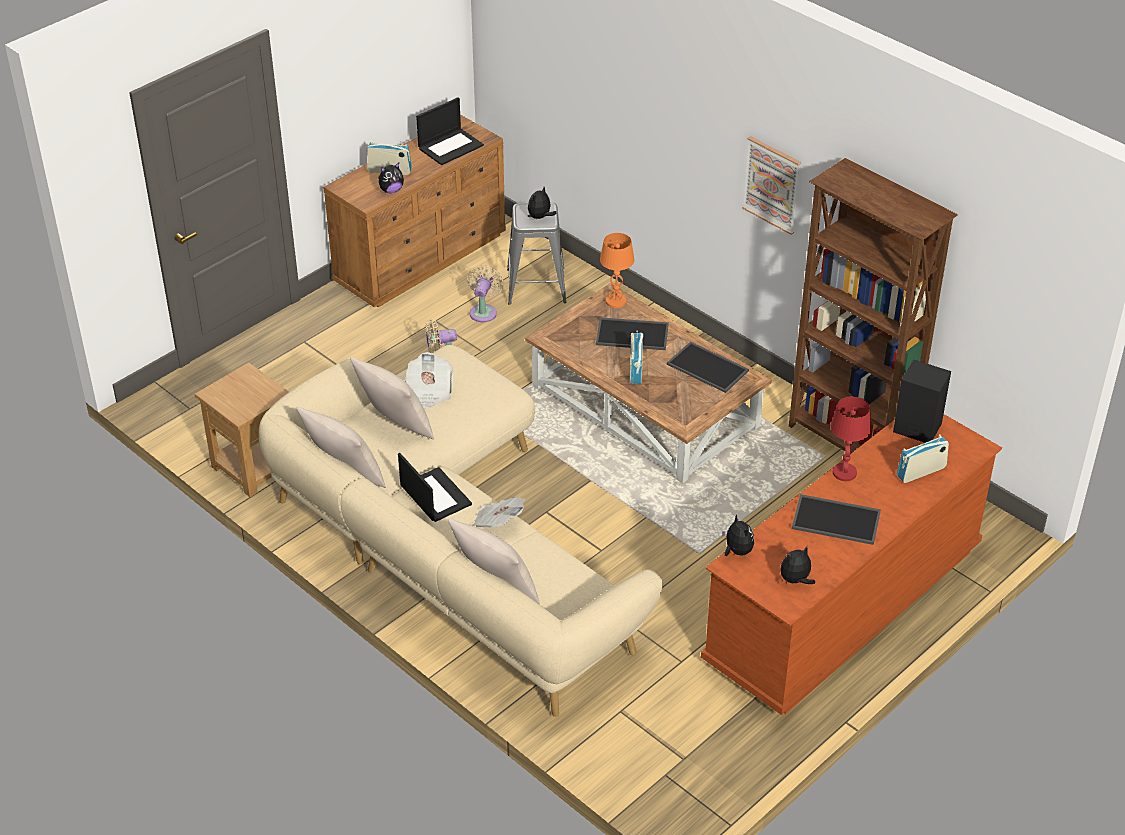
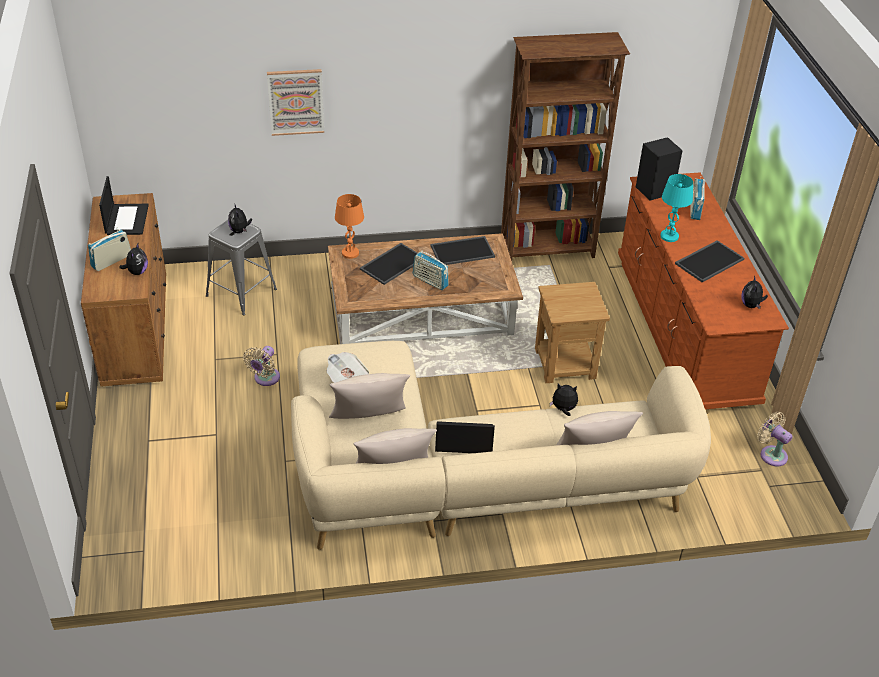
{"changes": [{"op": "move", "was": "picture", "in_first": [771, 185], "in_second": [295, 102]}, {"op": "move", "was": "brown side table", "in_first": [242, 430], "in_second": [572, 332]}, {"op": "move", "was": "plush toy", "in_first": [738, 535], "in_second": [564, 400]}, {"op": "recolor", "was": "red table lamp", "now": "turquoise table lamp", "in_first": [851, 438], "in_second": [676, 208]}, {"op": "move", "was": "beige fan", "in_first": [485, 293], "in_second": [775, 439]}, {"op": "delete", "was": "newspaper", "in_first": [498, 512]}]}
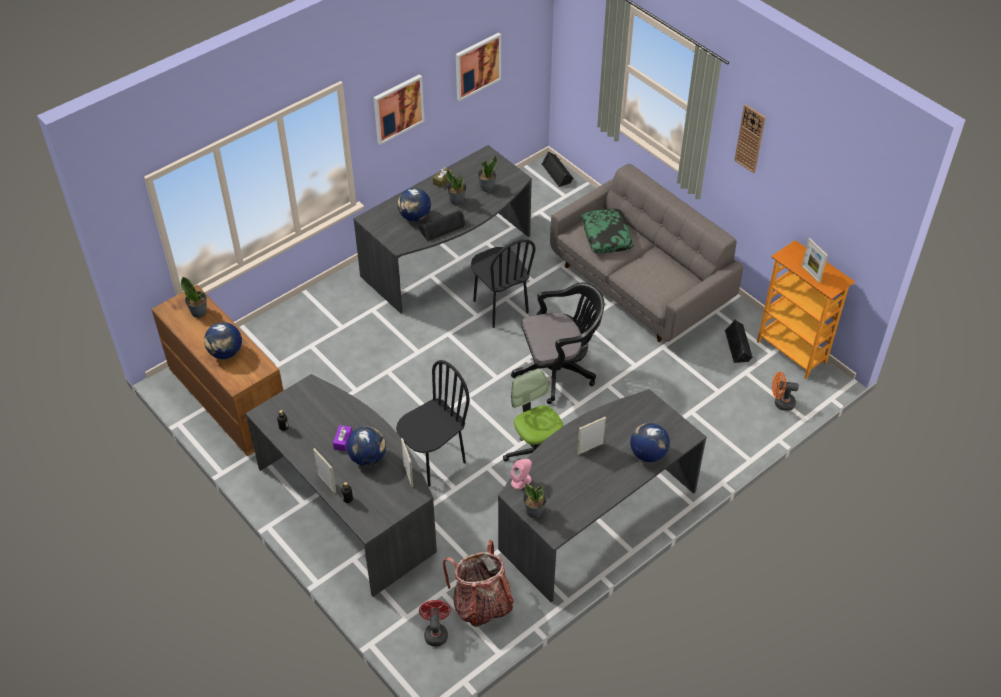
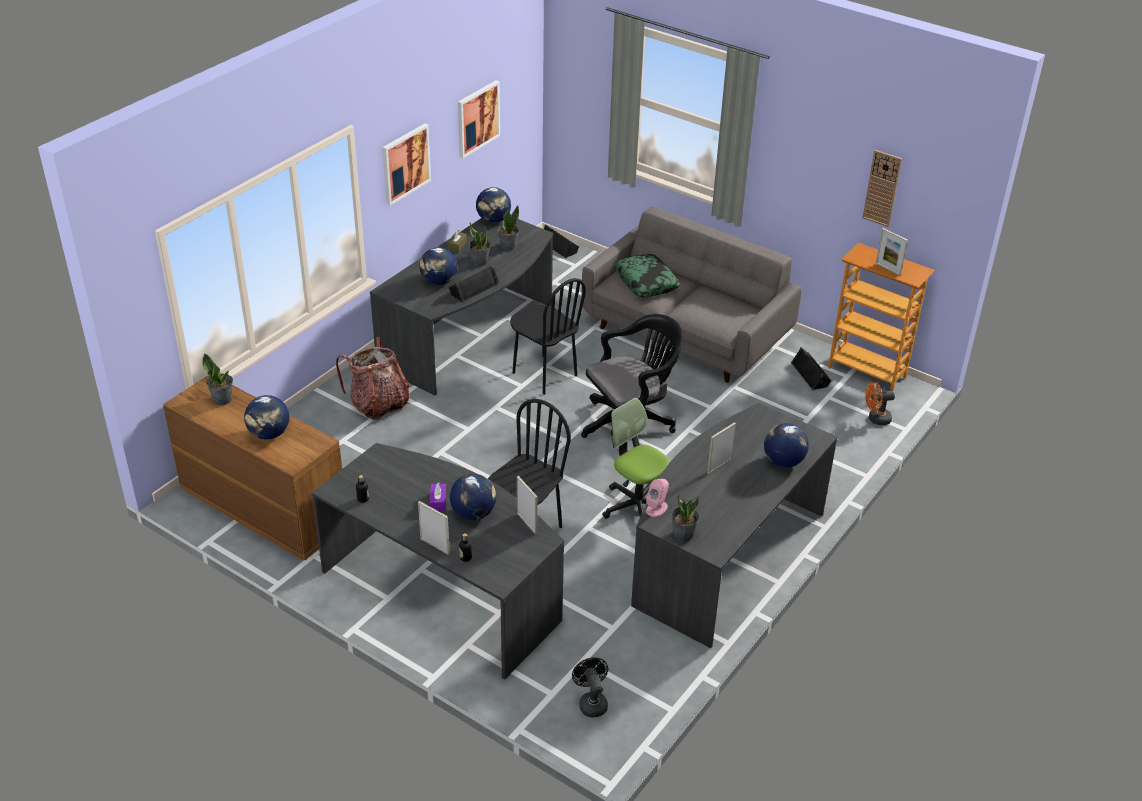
{"changes": [{"op": "move", "was": "backpack", "in_first": [478, 583], "in_second": [372, 378]}, {"op": "insert", "now": "globe", "in_second": [493, 205]}, {"op": "recolor", "was": "red fan", "now": "black fan", "in_first": [435, 623], "in_second": [590, 687]}, {"op": "move", "was": "wall clock", "in_first": [750, 138], "in_second": [882, 188]}]}
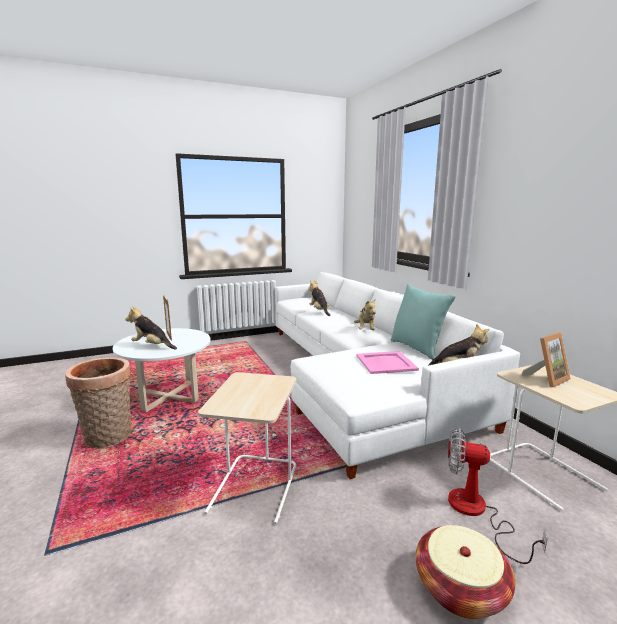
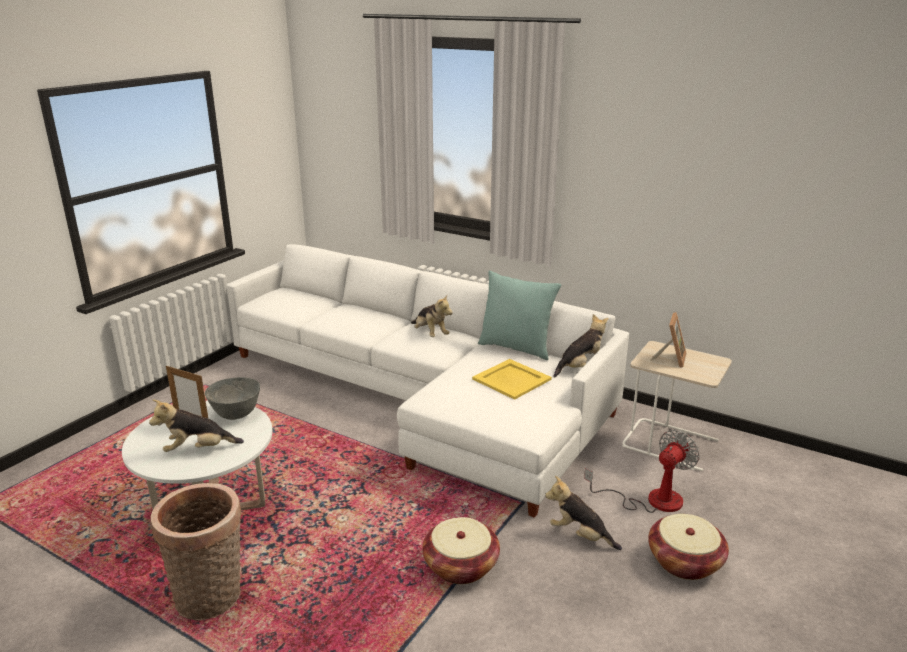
{"changes": [{"op": "insert", "now": "grey bowl", "in_second": [232, 398]}, {"op": "replace", "was": "beige side table", "now": "basket", "in_first": [247, 448], "in_second": [461, 550]}, {"op": "recolor", "was": "pink tray", "now": "yellow tray", "in_first": [387, 362], "in_second": [512, 379]}, {"op": "move", "was": "plush toy", "in_first": [319, 298], "in_second": [583, 513]}, {"op": "rotate", "was": "fan", "in_first": [498, 496], "in_second": [642, 471], "clockwise": 150}]}
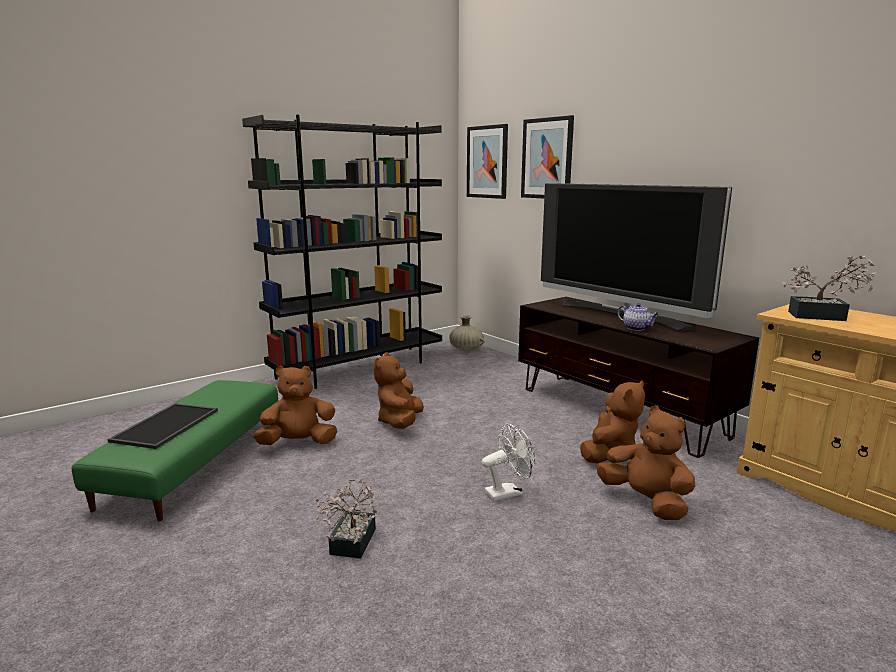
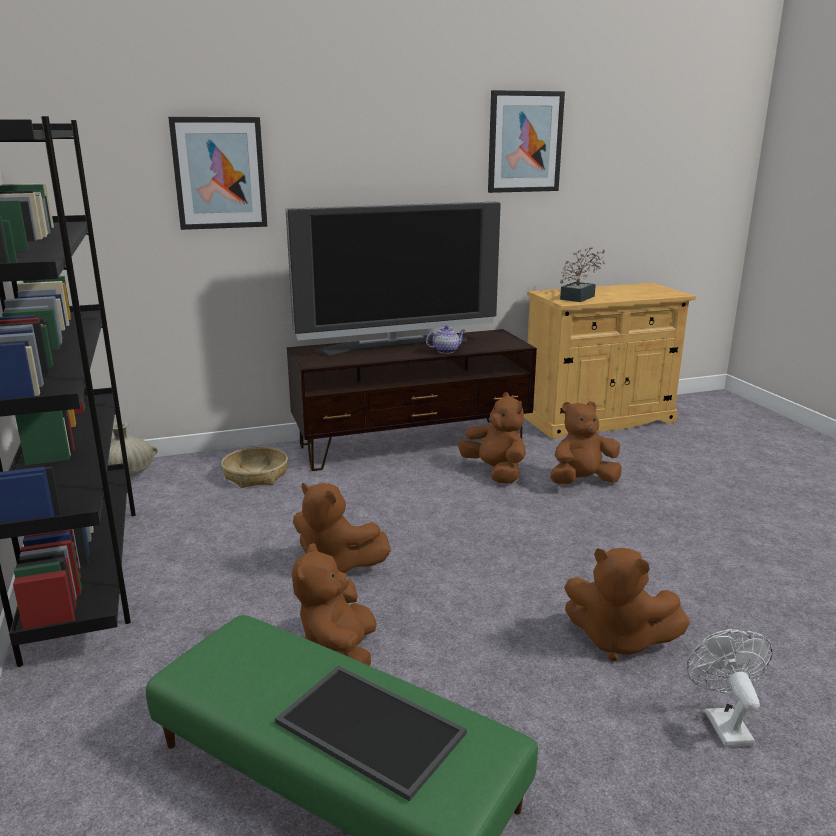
{"changes": [{"op": "insert", "now": "basket", "in_second": [254, 467]}, {"op": "move", "was": "picture", "in_first": [487, 161], "in_second": [526, 141]}, {"op": "replace", "was": "potted plant", "now": "brown plush toy", "in_first": [346, 519], "in_second": [627, 604]}, {"op": "move", "was": "white fan", "in_first": [508, 462], "in_second": [729, 688]}]}
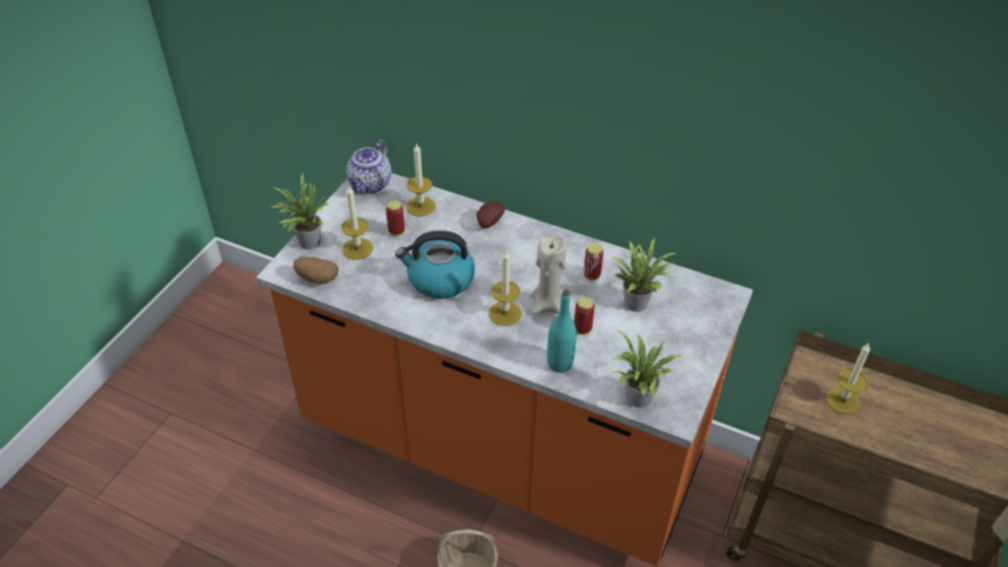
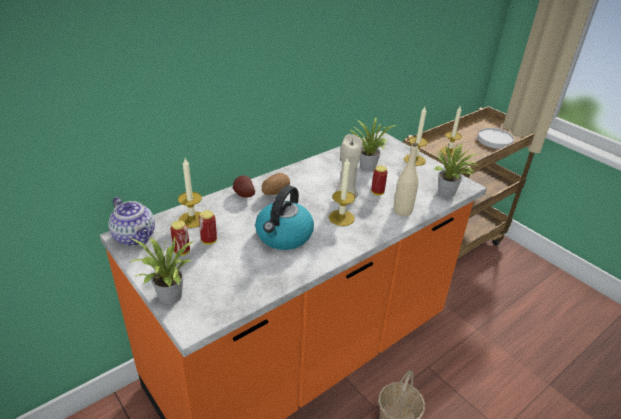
{"changes": [{"op": "move", "was": "can", "in_first": [594, 262], "in_second": [180, 238]}, {"op": "move", "was": "potato", "in_first": [316, 270], "in_second": [276, 184]}, {"op": "recolor", "was": "turquoise bottle", "now": "beige bottle", "in_first": [562, 331], "in_second": [406, 179]}, {"op": "move", "was": "candle", "in_first": [357, 223], "in_second": [416, 136]}, {"op": "insert", "now": "white plate", "in_second": [495, 138]}]}
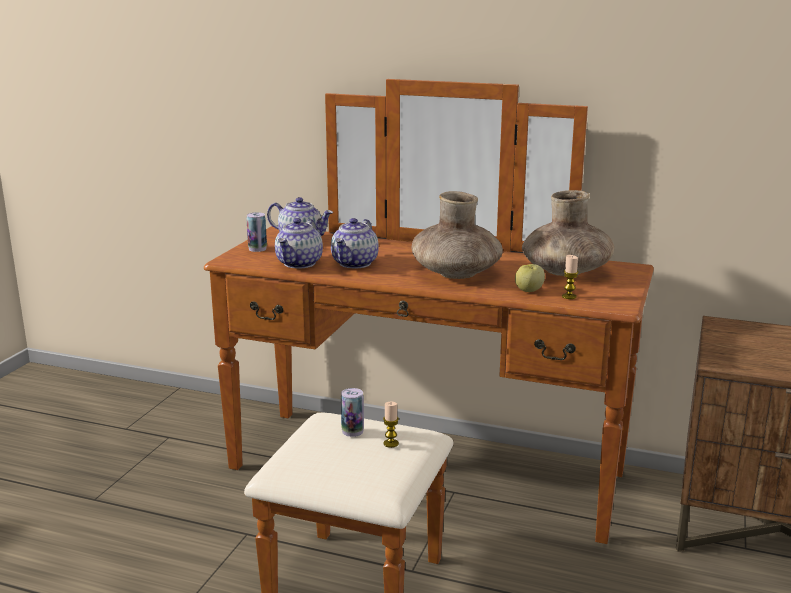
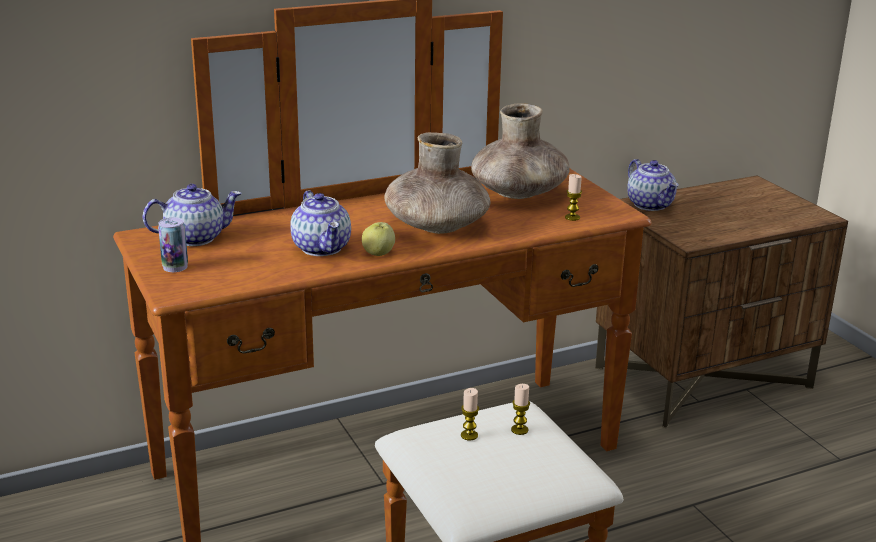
{"changes": [{"op": "move", "was": "apple", "in_first": [530, 278], "in_second": [378, 239]}, {"op": "replace", "was": "can", "now": "candle", "in_first": [352, 412], "in_second": [470, 414]}, {"op": "move", "was": "teapot", "in_first": [299, 243], "in_second": [653, 185]}]}
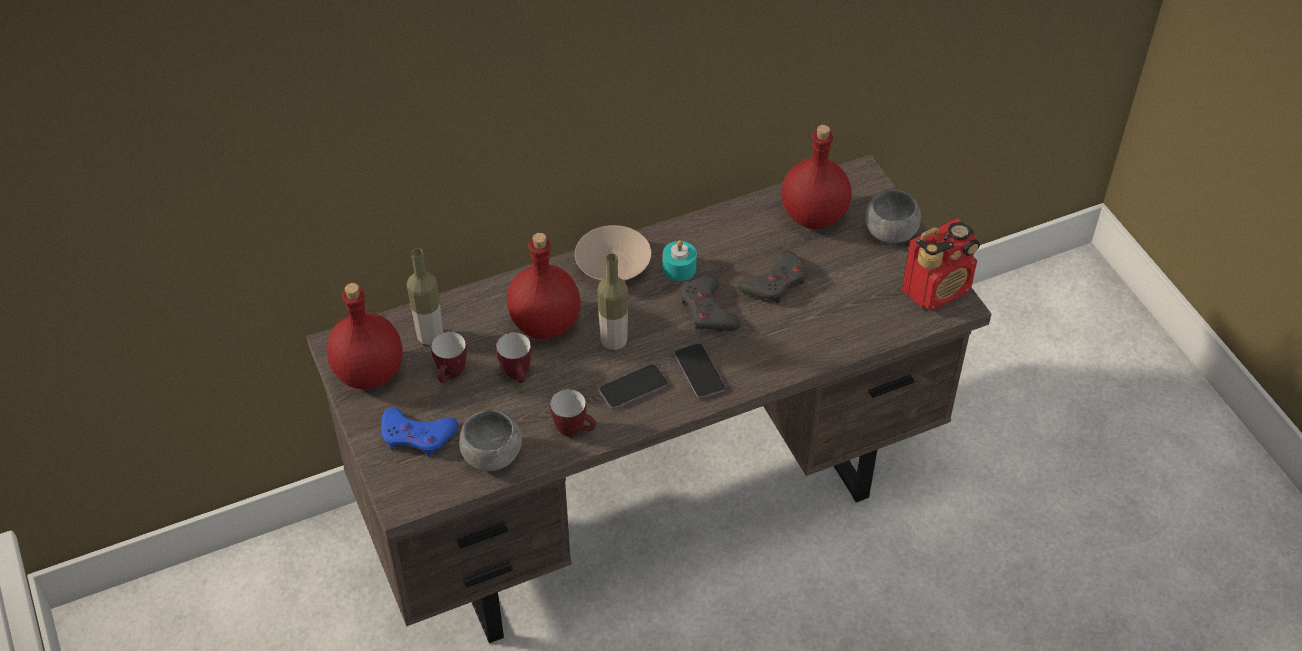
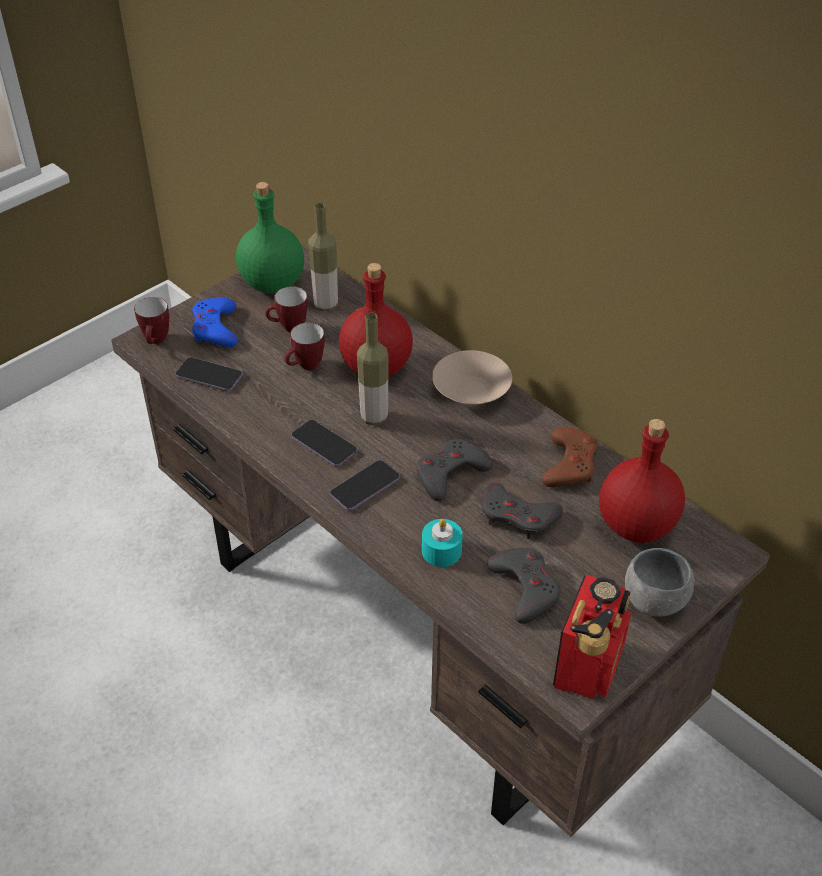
{"changes": [{"op": "move", "was": "mug", "in_first": [573, 413], "in_second": [151, 320]}, {"op": "replace", "was": "grey bowl", "now": "phone", "in_first": [490, 440], "in_second": [209, 374]}, {"op": "recolor", "was": "red bottle", "now": "green bottle", "in_first": [364, 336], "in_second": [270, 237]}, {"op": "move", "was": "turquoise candle", "in_first": [680, 260], "in_second": [442, 543]}, {"op": "insert", "now": "grey game controller", "in_second": [524, 586]}, {"op": "insert", "now": "brown game controller", "in_second": [570, 457]}, {"op": "rotate", "was": "radio", "in_first": [941, 264], "in_second": [592, 636], "clockwise": -105}]}
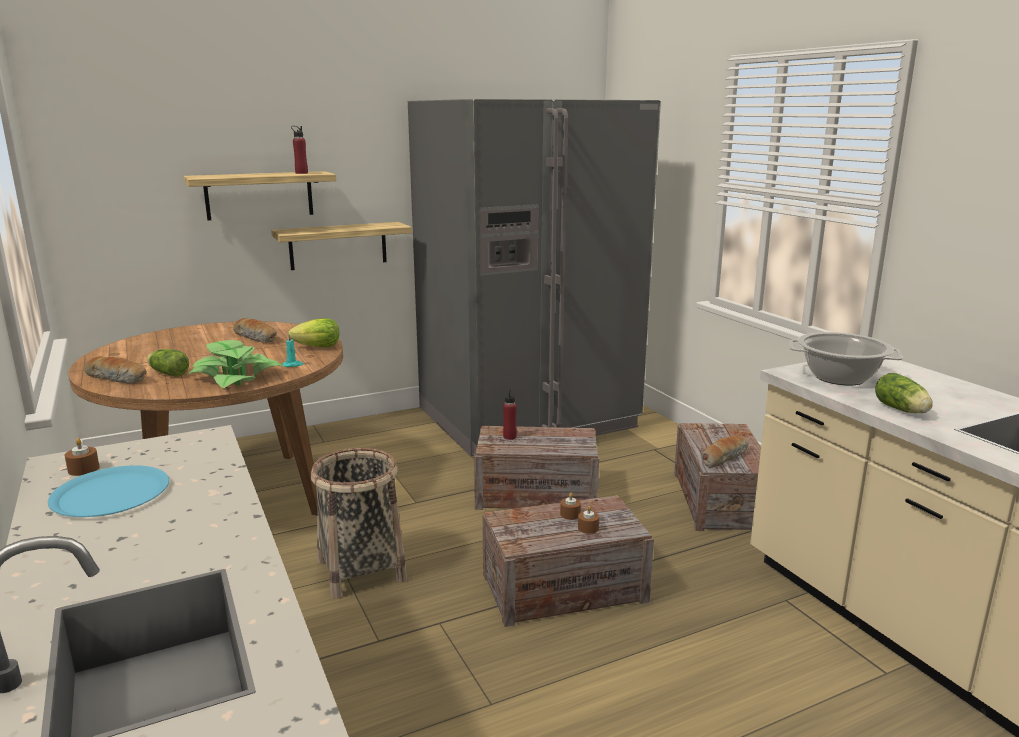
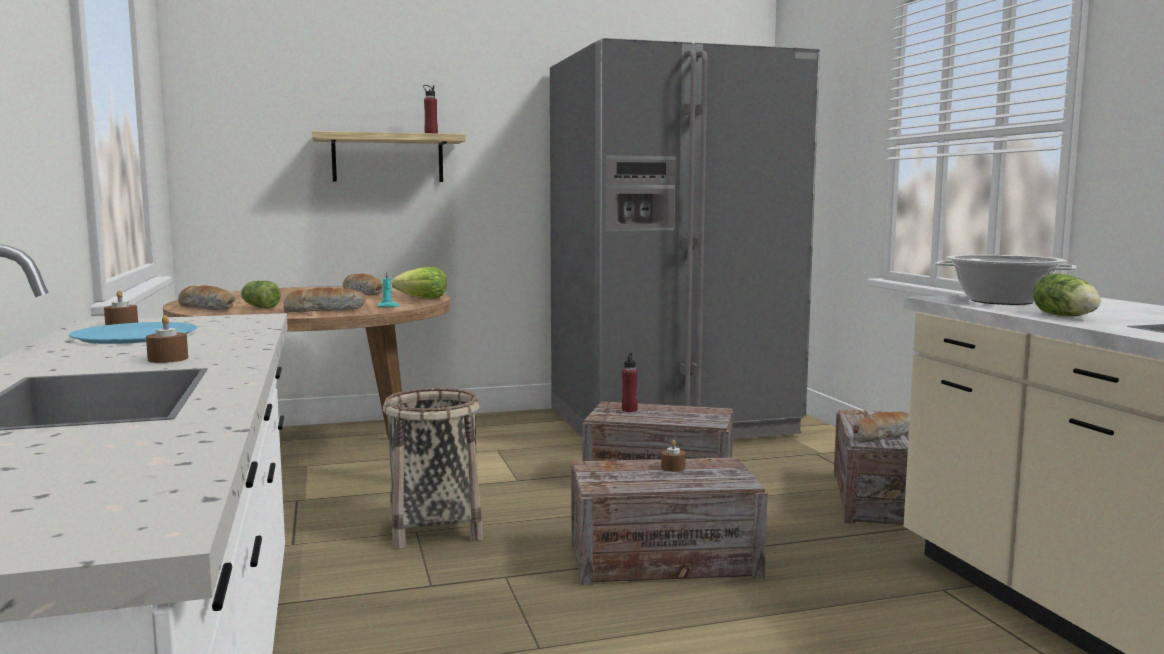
{"changes": [{"op": "move", "was": "brown candle", "in_first": [588, 520], "in_second": [167, 339]}, {"op": "replace", "was": "potted plant", "now": "bread", "in_first": [235, 364], "in_second": [324, 300]}, {"op": "delete", "was": "shelf", "in_first": [341, 246]}]}
